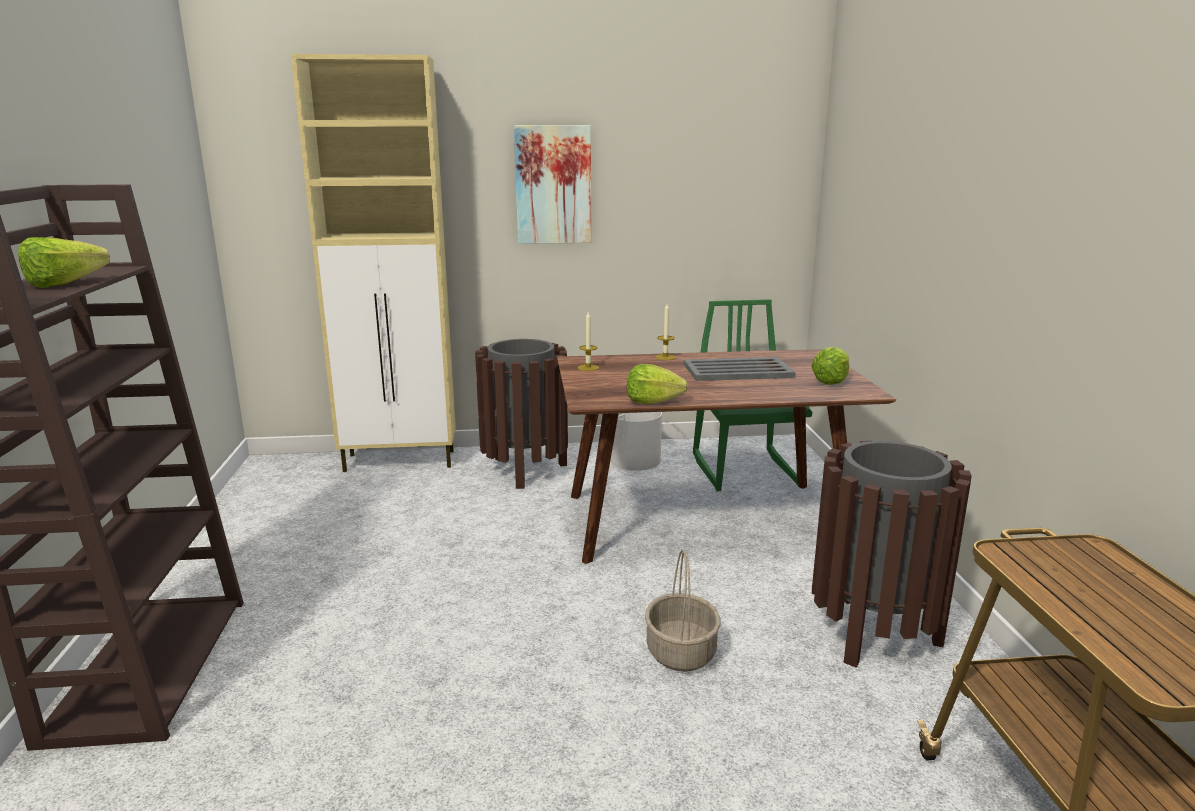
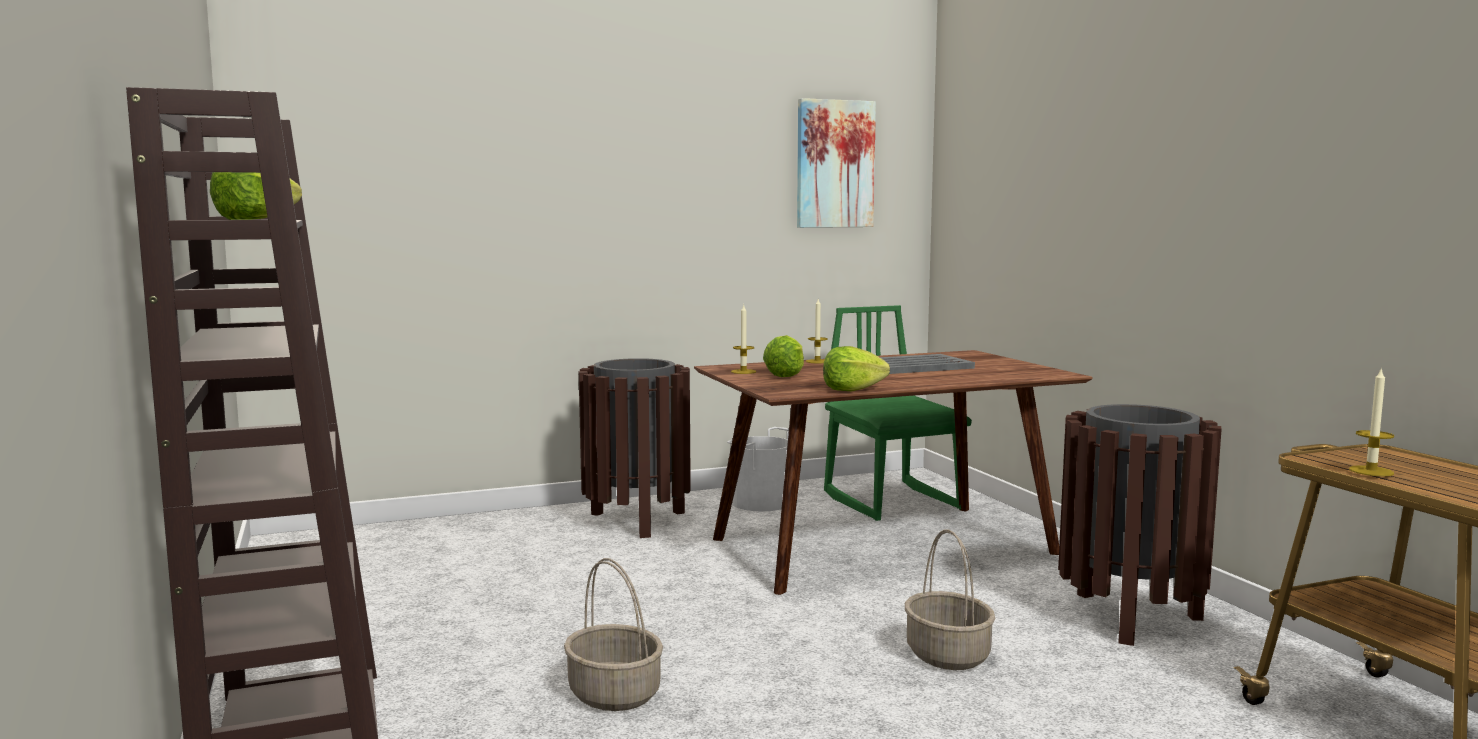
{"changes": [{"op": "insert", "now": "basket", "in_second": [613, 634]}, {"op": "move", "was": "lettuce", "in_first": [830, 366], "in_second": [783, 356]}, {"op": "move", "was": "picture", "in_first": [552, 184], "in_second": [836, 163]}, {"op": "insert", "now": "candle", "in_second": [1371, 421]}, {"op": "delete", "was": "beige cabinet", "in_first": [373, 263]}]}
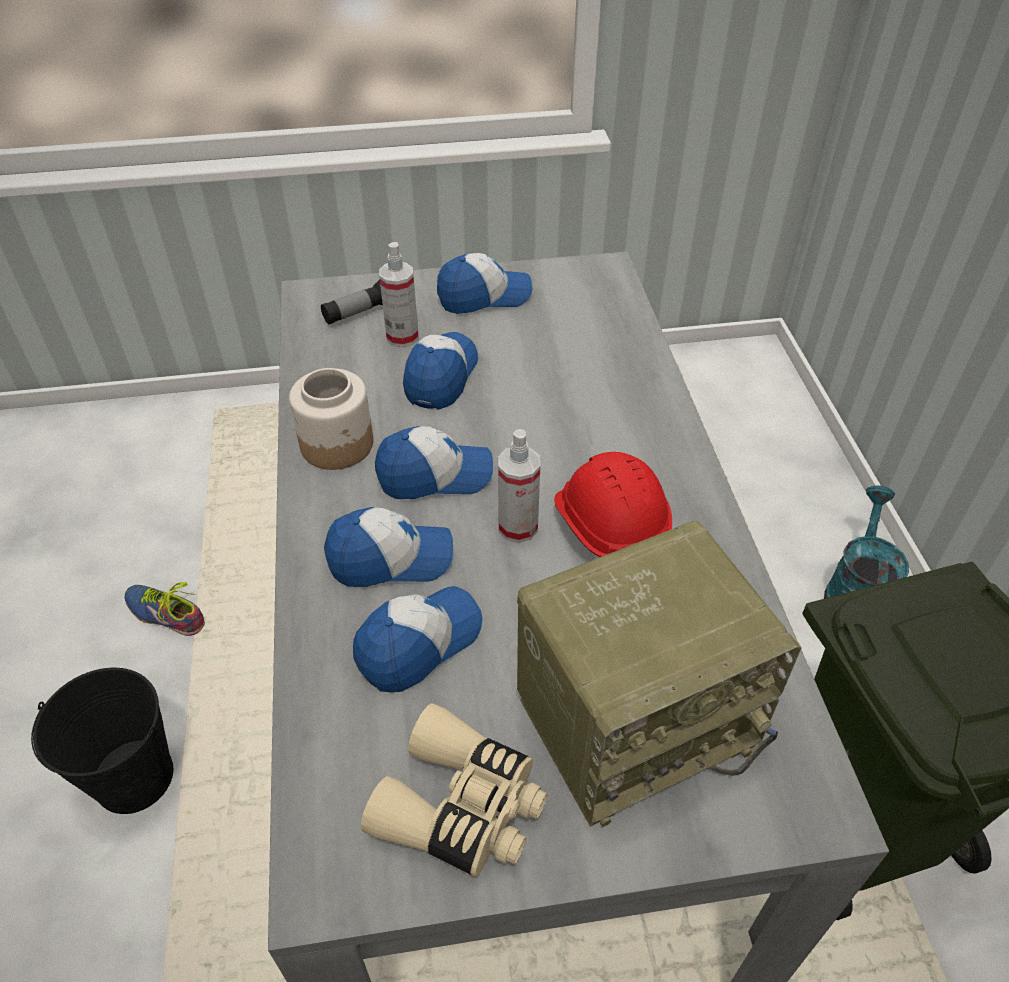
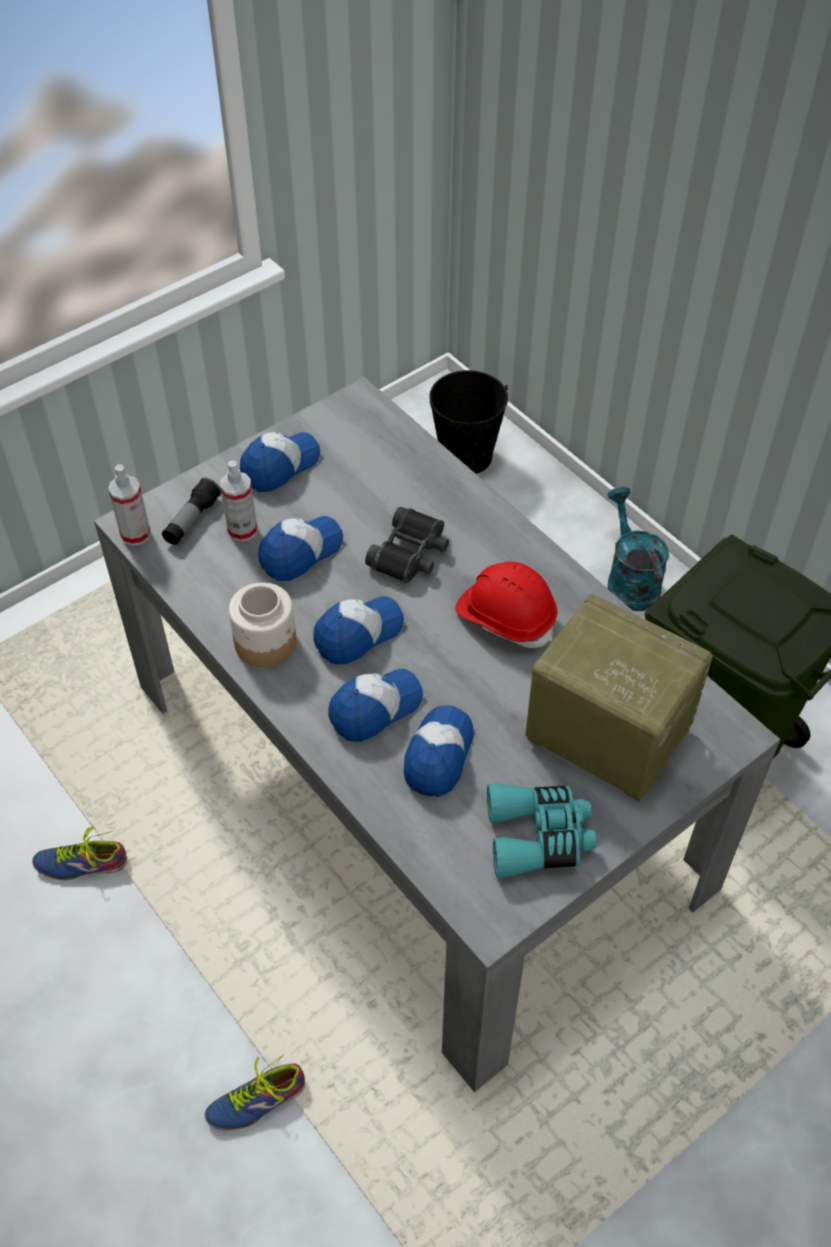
{"changes": [{"op": "move", "was": "spray bottle", "in_first": [519, 486], "in_second": [129, 505]}, {"op": "insert", "now": "shoe", "in_second": [254, 1093]}, {"op": "rotate", "was": "cap", "in_first": [440, 371], "in_second": [300, 548], "clockwise": 60}, {"op": "insert", "now": "black binoculars", "in_second": [407, 545]}, {"op": "move", "was": "black bucket", "in_first": [102, 741], "in_second": [468, 422]}, {"op": "recolor", "was": "beige binoculars", "now": "turquoise binoculars", "in_first": [454, 790], "in_second": [541, 830]}, {"op": "rotate", "was": "radio", "in_first": [659, 674], "in_second": [619, 698], "clockwise": -90}]}
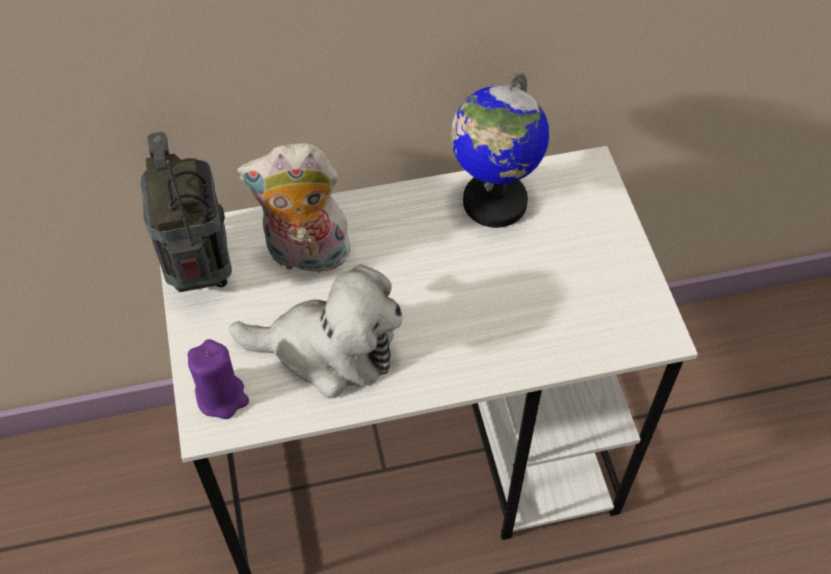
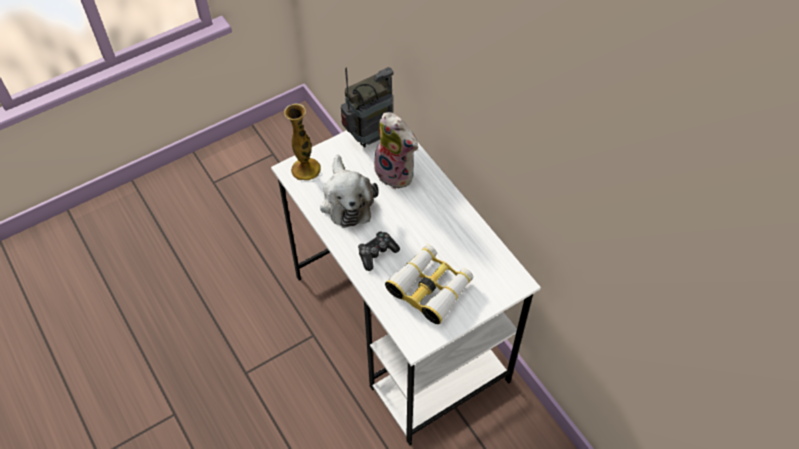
{"changes": [{"op": "replace", "was": "purple candle", "now": "vase", "in_first": [218, 379], "in_second": [302, 142]}, {"op": "insert", "now": "game controller", "in_second": [379, 251]}, {"op": "rotate", "was": "plush toy", "in_first": [295, 208], "in_second": [396, 150], "clockwise": 150}, {"op": "insert", "now": "binoculars", "in_second": [429, 284]}, {"op": "delete", "was": "globe", "in_first": [500, 150]}]}
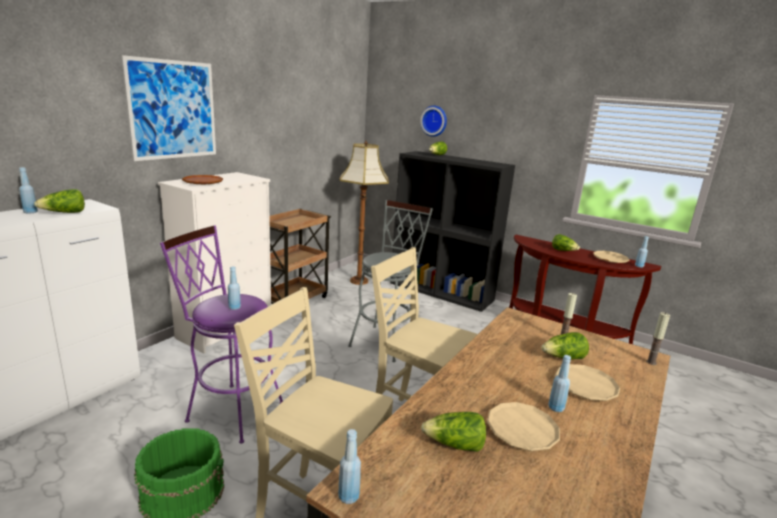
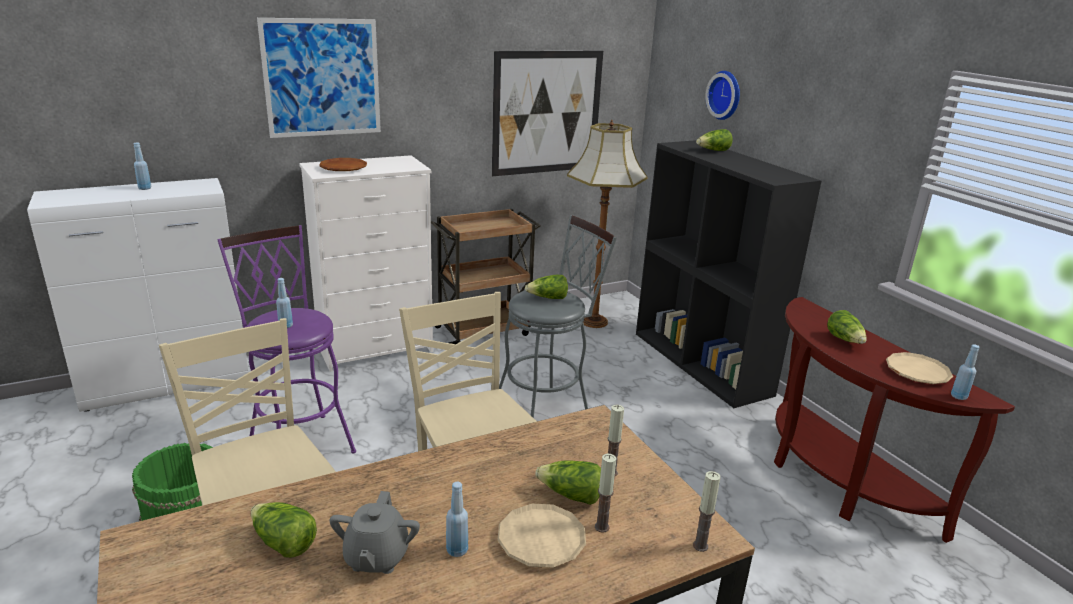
{"changes": [{"op": "replace", "was": "beige plate", "now": "grey teapot", "in_first": [523, 426], "in_second": [374, 532]}, {"op": "insert", "now": "picture", "in_second": [547, 113]}, {"op": "move", "was": "lettuce", "in_first": [59, 201], "in_second": [546, 287]}, {"op": "insert", "now": "candle", "in_second": [605, 493]}, {"op": "delete", "was": "blue bottle", "in_first": [349, 466]}]}
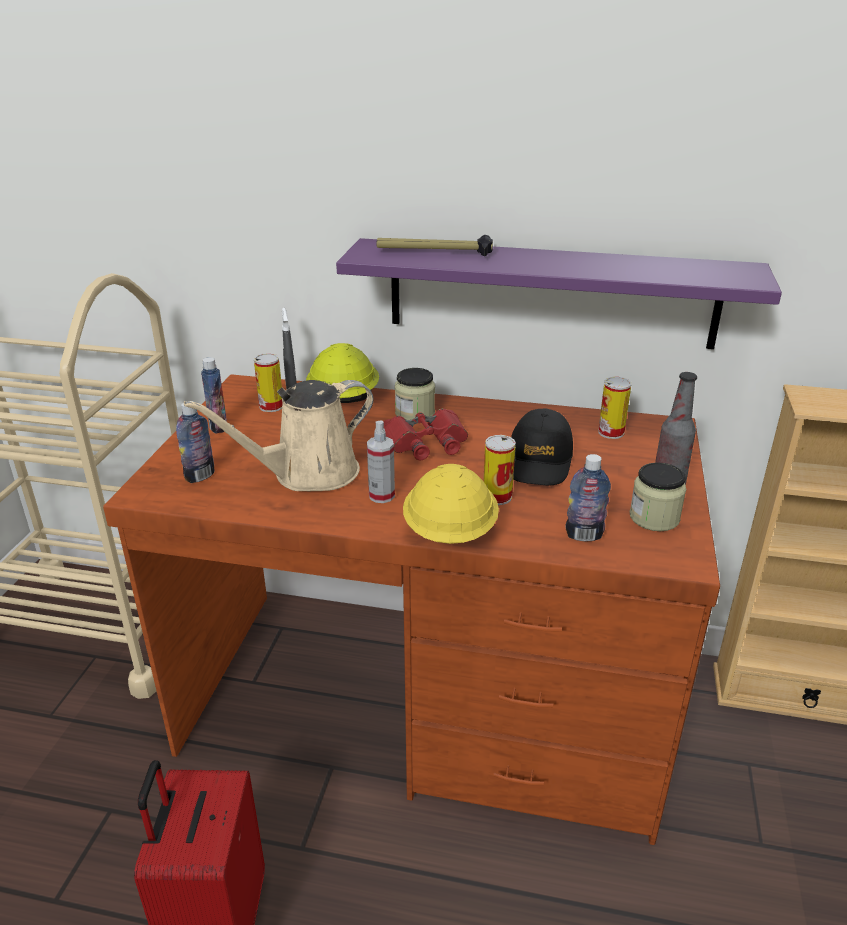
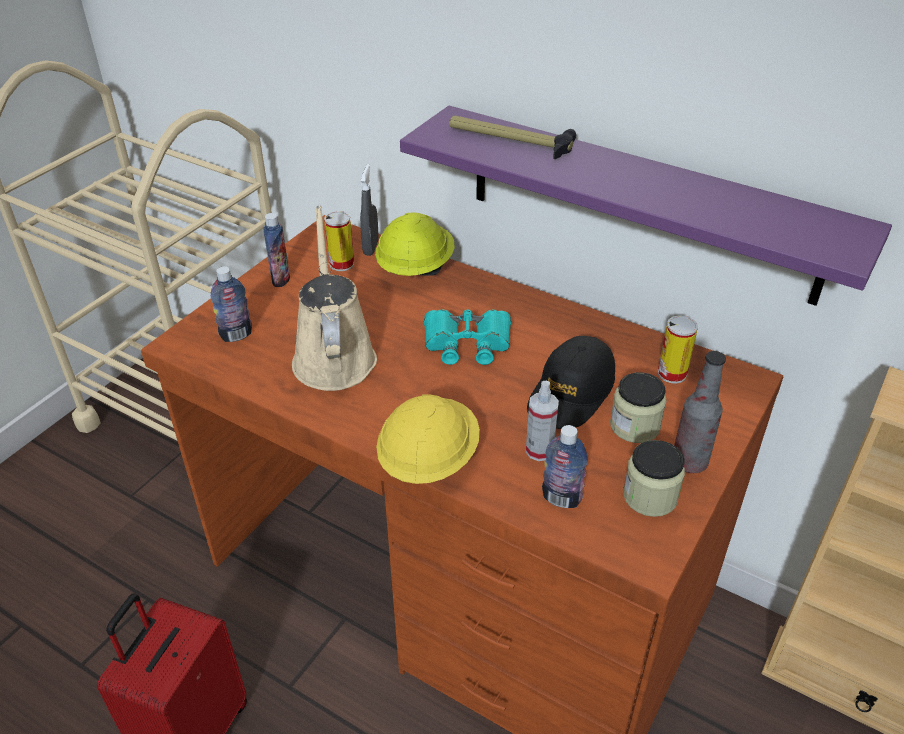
{"changes": [{"op": "rotate", "was": "beige watering can", "in_first": [279, 435], "in_second": [334, 298], "clockwise": 90}, {"op": "recolor", "was": "red binoculars", "now": "turquoise binoculars", "in_first": [425, 434], "in_second": [467, 337]}, {"op": "move", "was": "spray bottle", "in_first": [381, 462], "in_second": [542, 421]}, {"op": "move", "was": "jar", "in_first": [415, 394], "in_second": [638, 407]}, {"op": "delete", "was": "can", "in_first": [499, 470]}]}
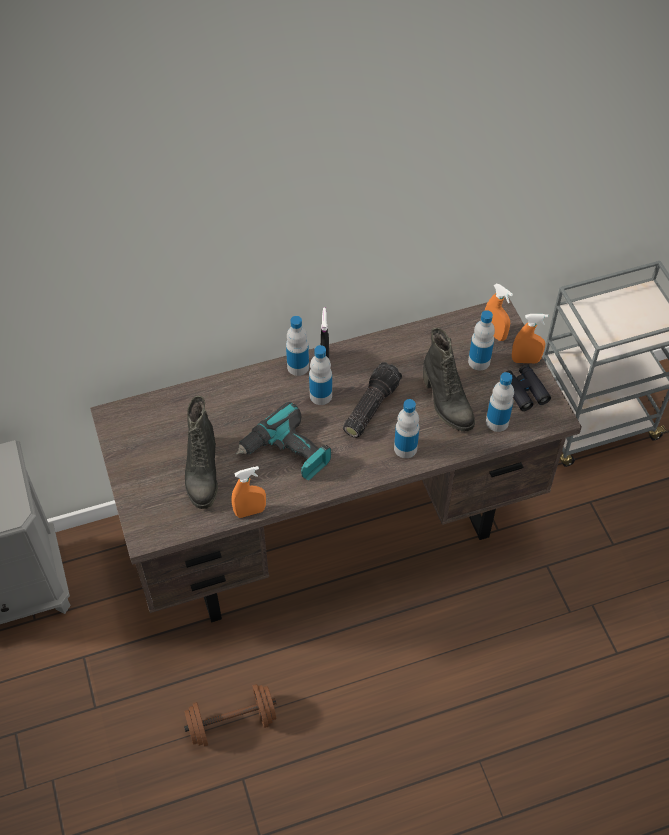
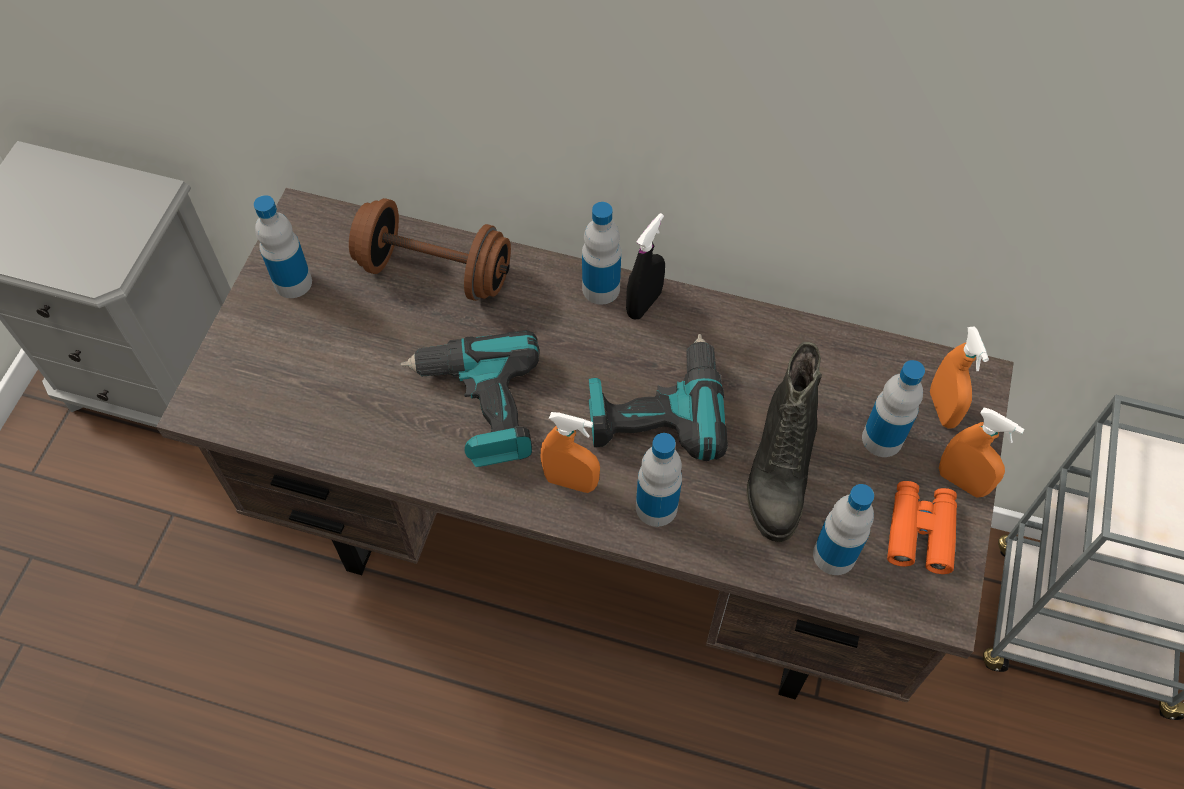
{"changes": [{"op": "move", "was": "bottle", "in_first": [320, 375], "in_second": [283, 246]}, {"op": "move", "was": "brown dumbbell", "in_first": [230, 715], "in_second": [430, 249]}, {"op": "move", "was": "orange spray bottle", "in_first": [249, 492], "in_second": [570, 452]}, {"op": "replace", "was": "flashlight", "now": "power drill", "in_first": [372, 400], "in_second": [658, 397]}, {"op": "recolor", "was": "black binoculars", "now": "orange binoculars", "in_first": [528, 387], "in_second": [922, 527]}, {"op": "delete", "was": "black boot", "in_first": [201, 452]}]}
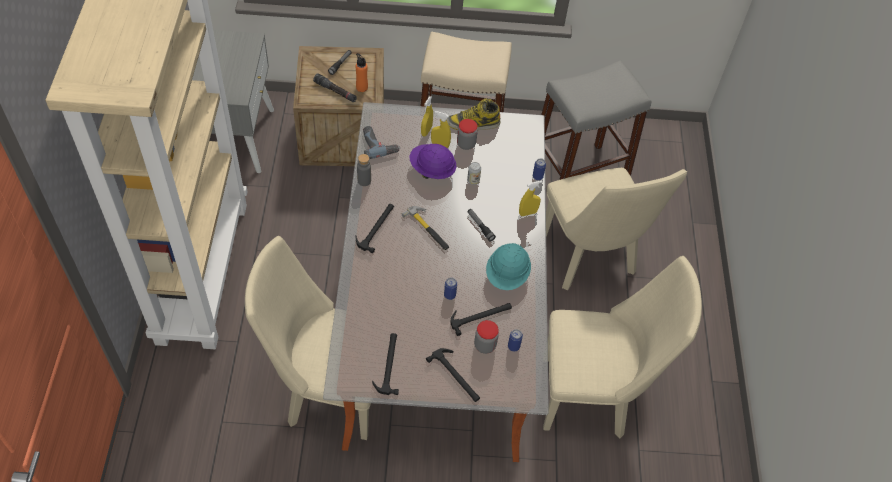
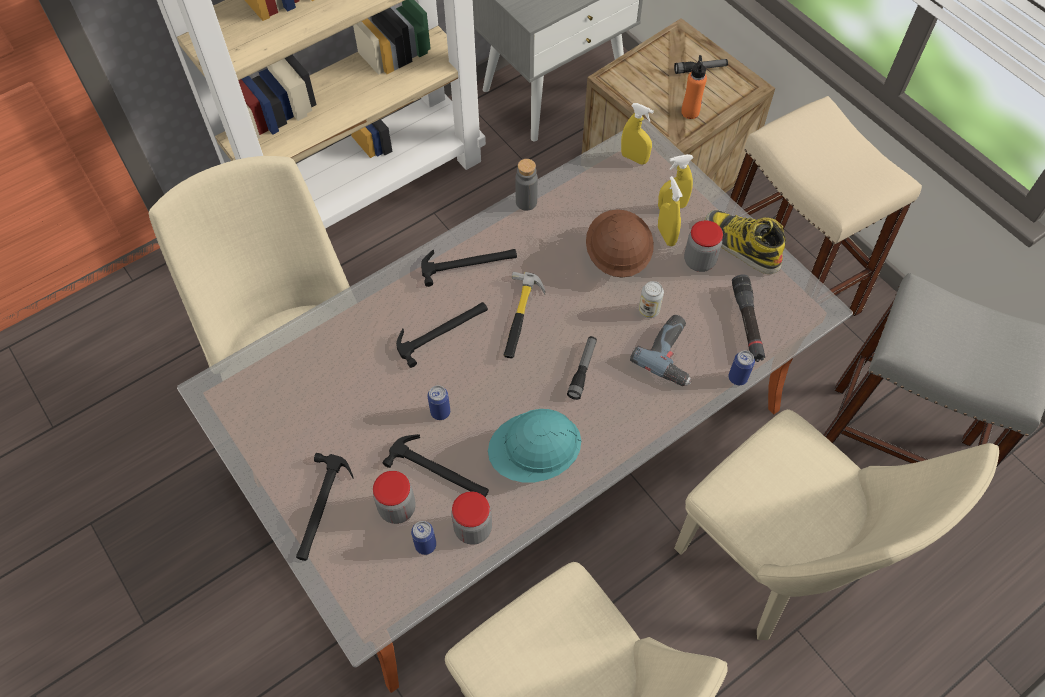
{"changes": [{"op": "move", "was": "hammer", "in_first": [385, 364], "in_second": [442, 335]}, {"op": "insert", "now": "jar", "in_second": [471, 518]}, {"op": "recolor", "was": "purple hard hat", "now": "brown hard hat", "in_first": [432, 161], "in_second": [620, 243]}, {"op": "move", "was": "yellow spray bottle", "in_first": [530, 198], "in_second": [637, 133]}, {"op": "move", "was": "power drill", "in_first": [381, 142], "in_second": [660, 350]}, {"op": "rotate", "was": "beige chair", "in_first": [616, 229], "in_second": [836, 525], "clockwise": -75}, {"op": "move", "was": "black flashlight", "in_first": [335, 88], "in_second": [748, 318]}]}
